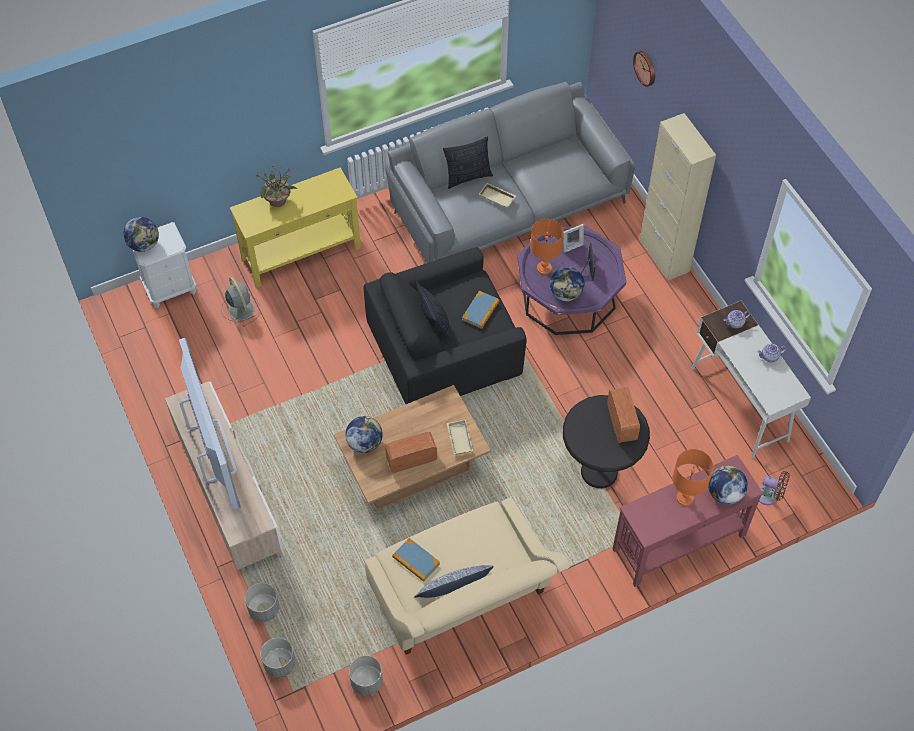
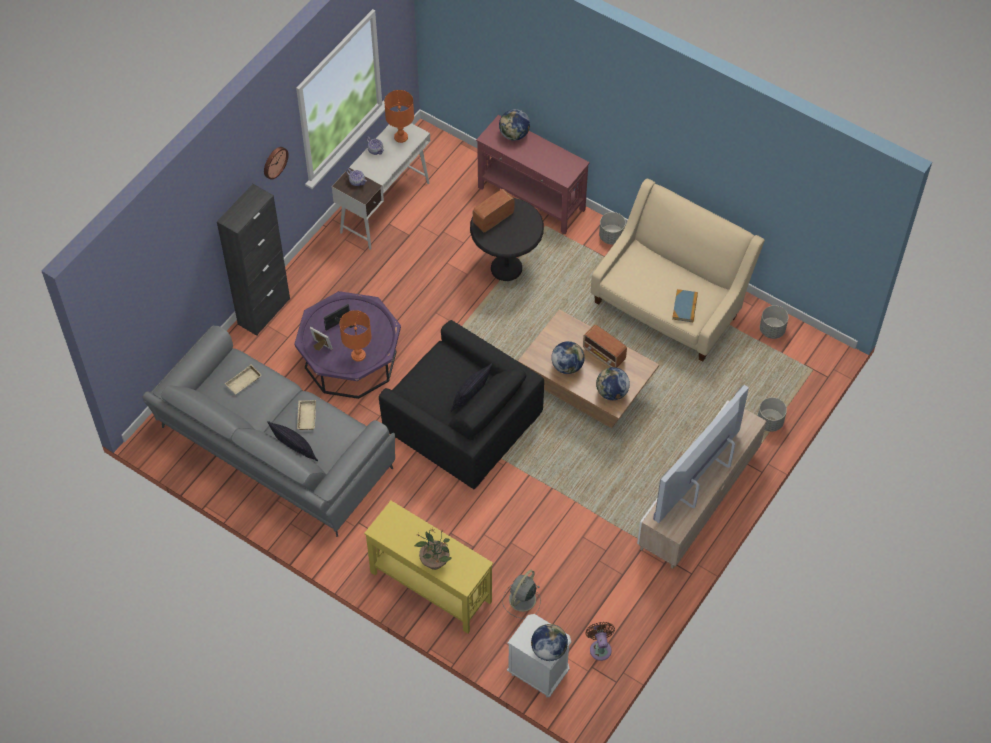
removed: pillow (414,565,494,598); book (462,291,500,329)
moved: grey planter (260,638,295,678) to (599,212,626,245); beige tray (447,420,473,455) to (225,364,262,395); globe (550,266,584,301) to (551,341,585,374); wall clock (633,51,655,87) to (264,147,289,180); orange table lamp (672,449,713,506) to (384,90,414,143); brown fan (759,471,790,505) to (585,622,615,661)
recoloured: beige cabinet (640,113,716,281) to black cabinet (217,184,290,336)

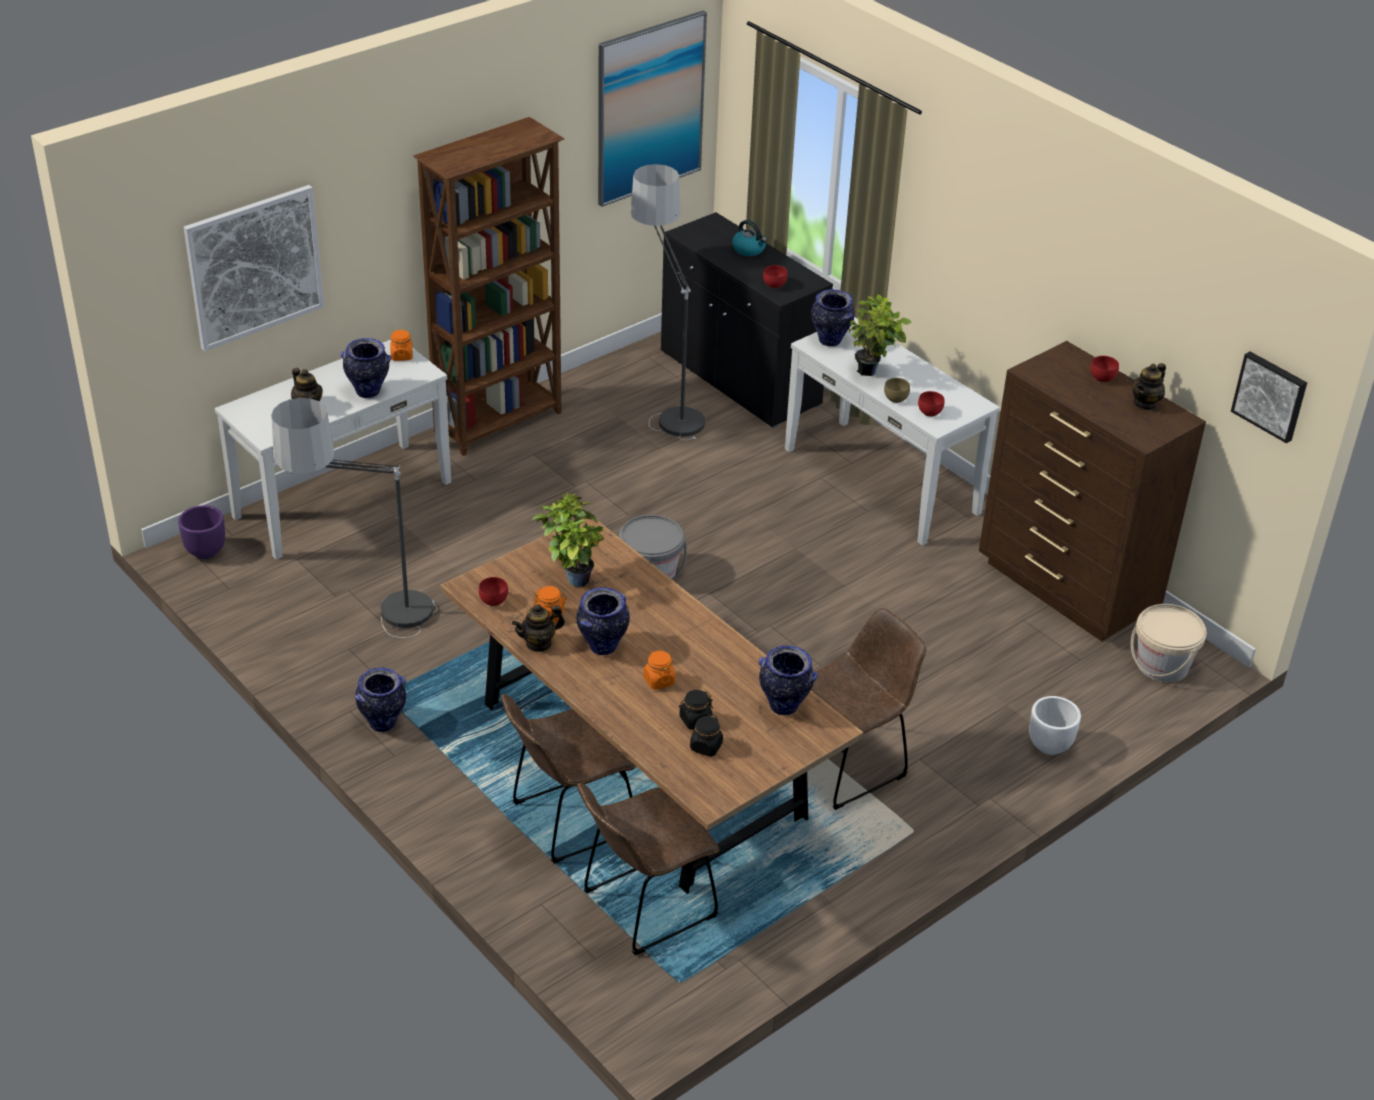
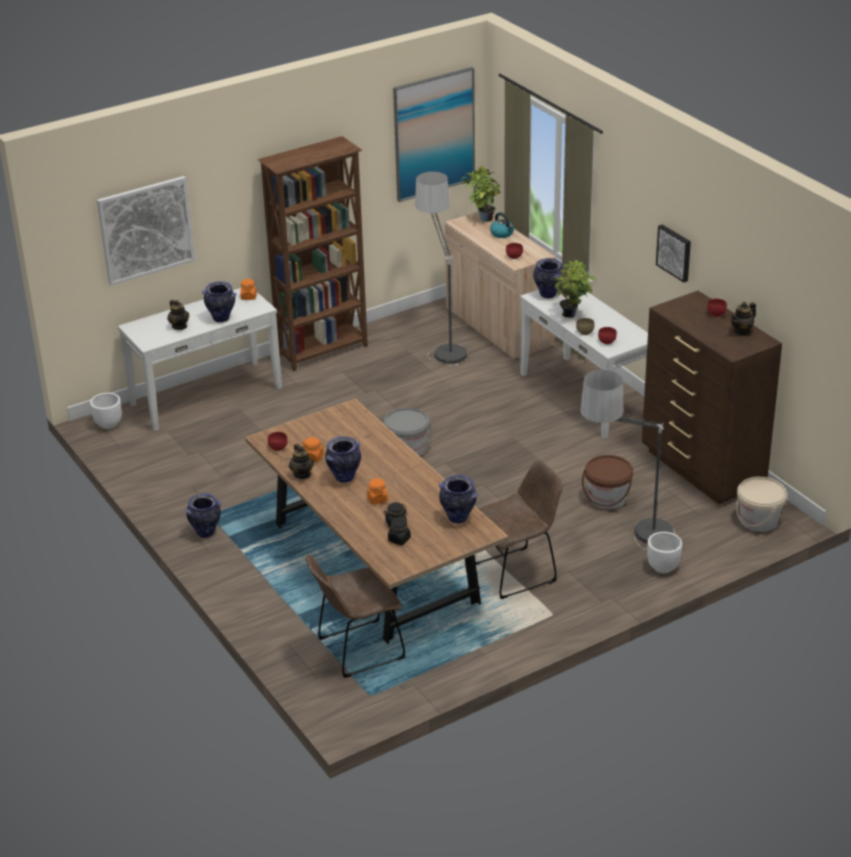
removed: brown chair (501,694,637,863)
added: brown bucket (582,455,633,509)
moved: floor lamp (271,398,437,638) to (580,370,675,550); potted plant (533,493,604,587) to (461,166,501,222); picture (1231,352,1307,443) to (656,224,691,282)
recoloured: purple planter (178,505,225,559) to white planter (90,393,122,429); black cabinet (661,212,833,428) to beige cabinet (445,212,556,360)
turned: teapot (512,604,565,652) = (289,444,314,479) 90 degrees counterclockwise

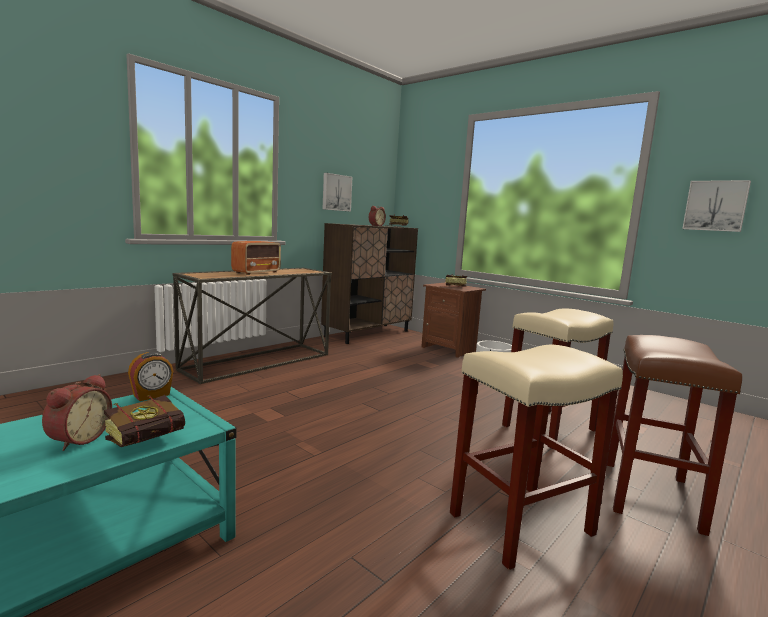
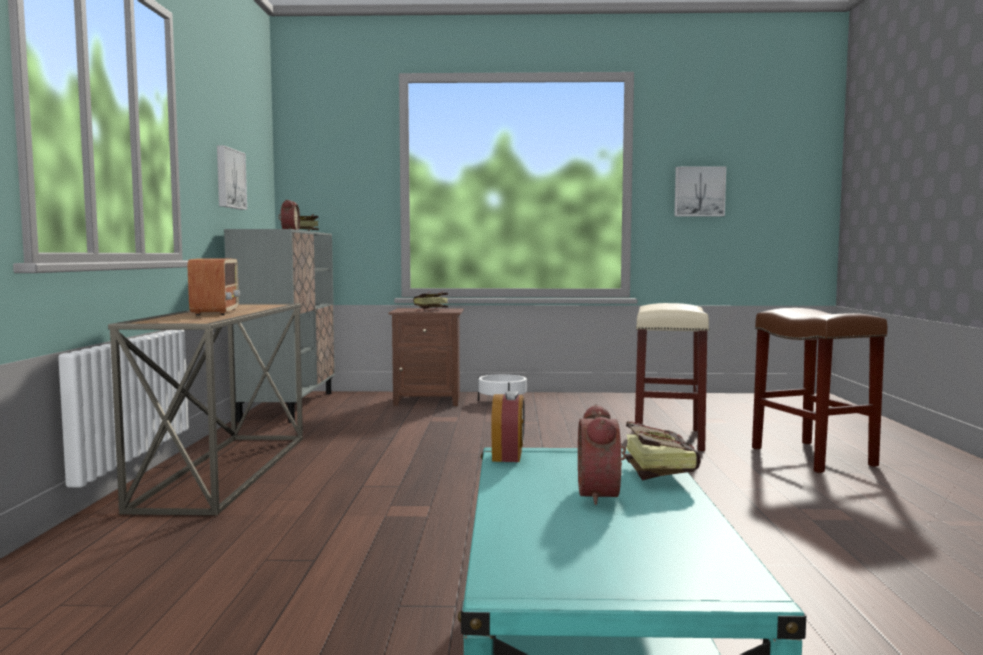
removed: beige stool (450,344,623,570)
recoloured: brown cabinet (321,223,418,344) to grey cabinet (224,229,335,423)
turned: alarm clock (42,374,112,451) = (578,404,626,505) 150 degrees counterclockwise

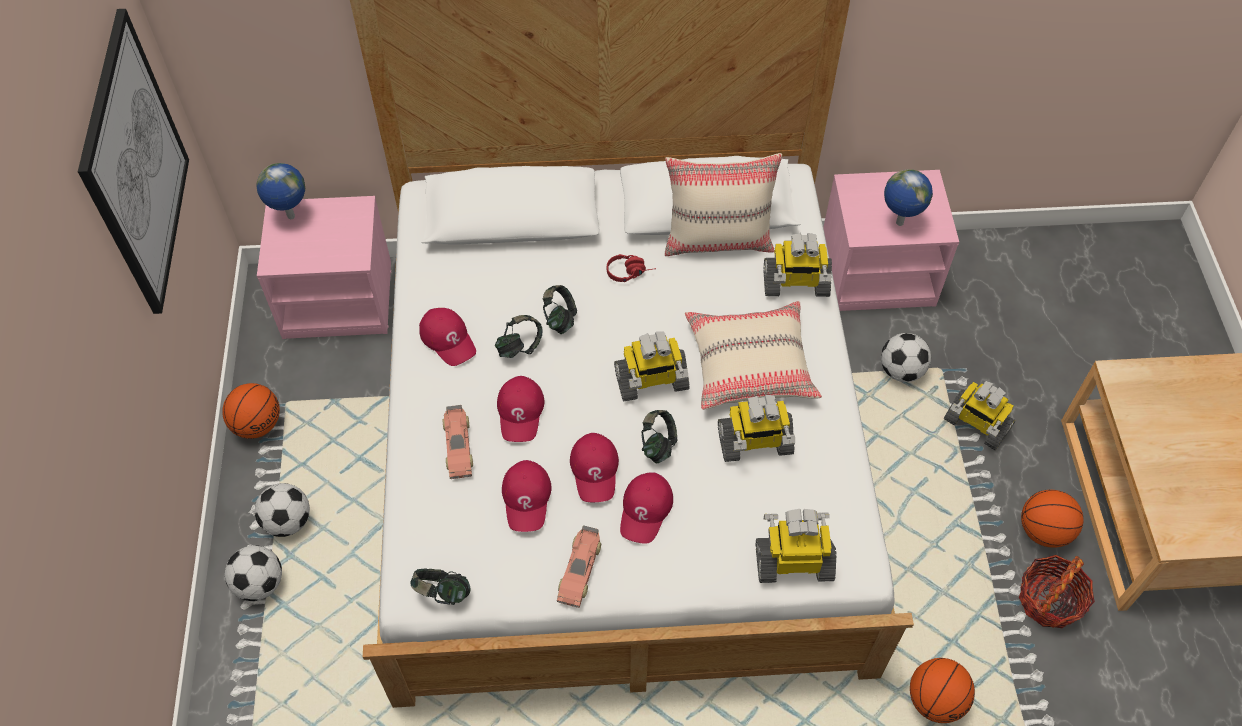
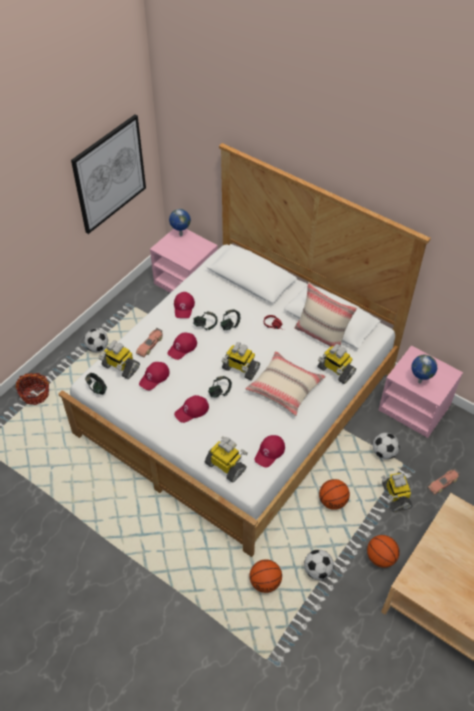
moved: basketball (222,383,280,439) to (319,479,350,510); football (225,545,282,601) to (304,549,334,580); toy car (557,525,601,608) to (428,469,460,495); red cap (570,433,619,502) to (254,435,285,467); toy robot (718,395,795,462) to (98,340,140,379); basket (1019,555,1095,628) to (16,373,49,405)

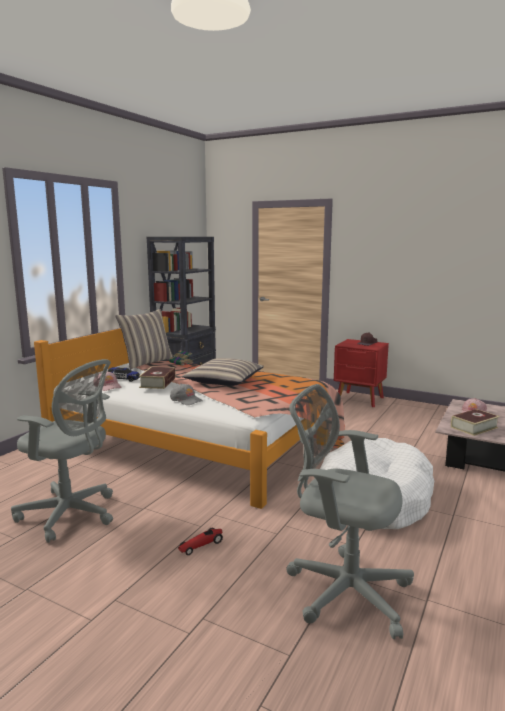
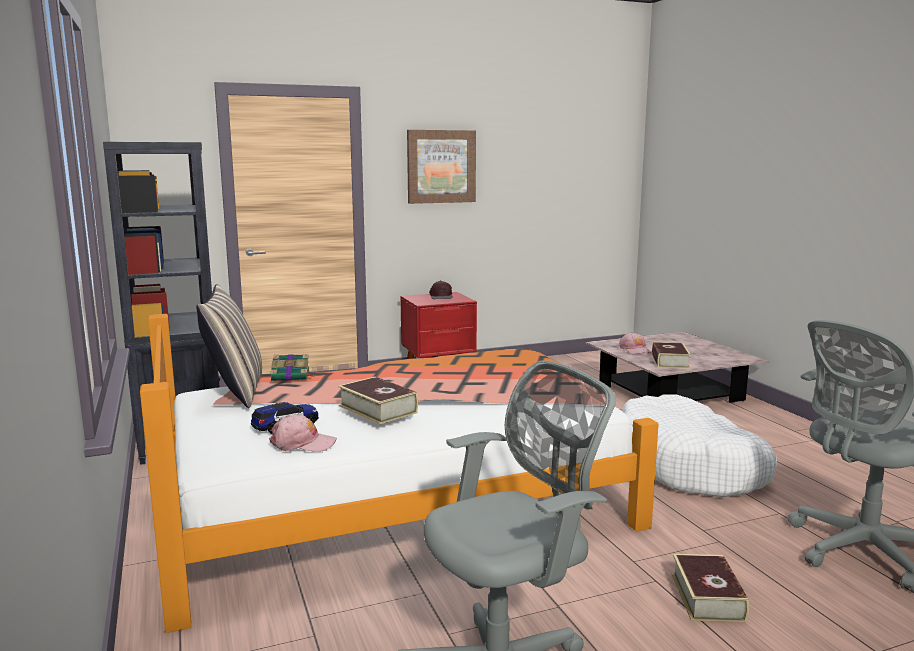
removed: grey cap (170,383,203,405); pillow (182,358,264,386)
added: picture (407,130,476,204)
replaced: toy car (178,528,223,555) to book (671,554,749,622)

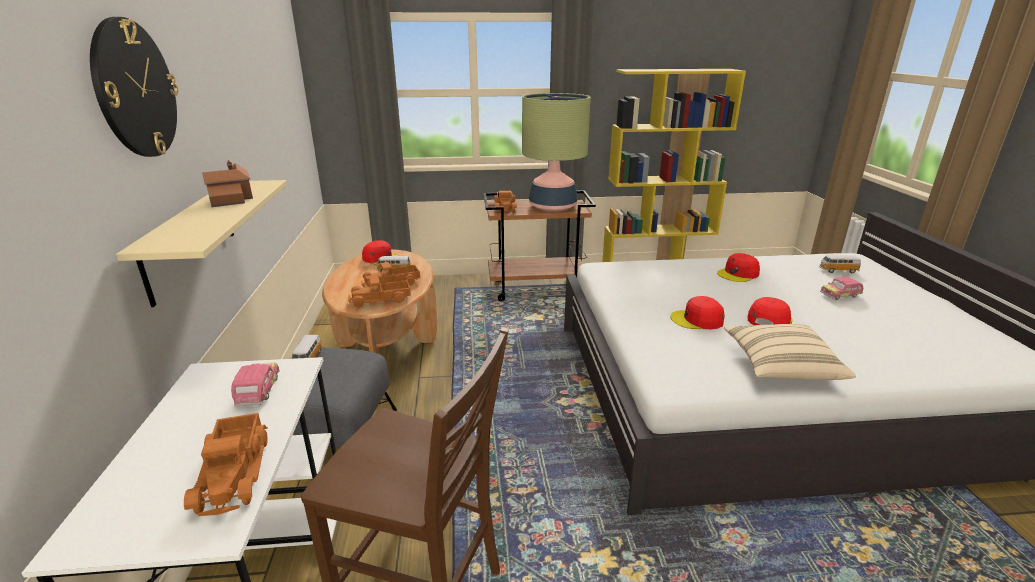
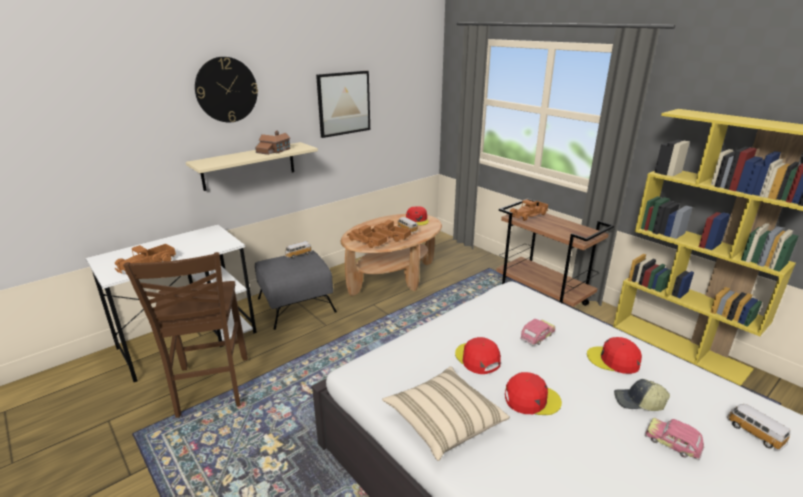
removed: table lamp (522,93,591,212)
added: picture (316,71,370,138); cap (614,379,670,411)
moved: toy car (231,362,280,406) to (520,319,555,346)

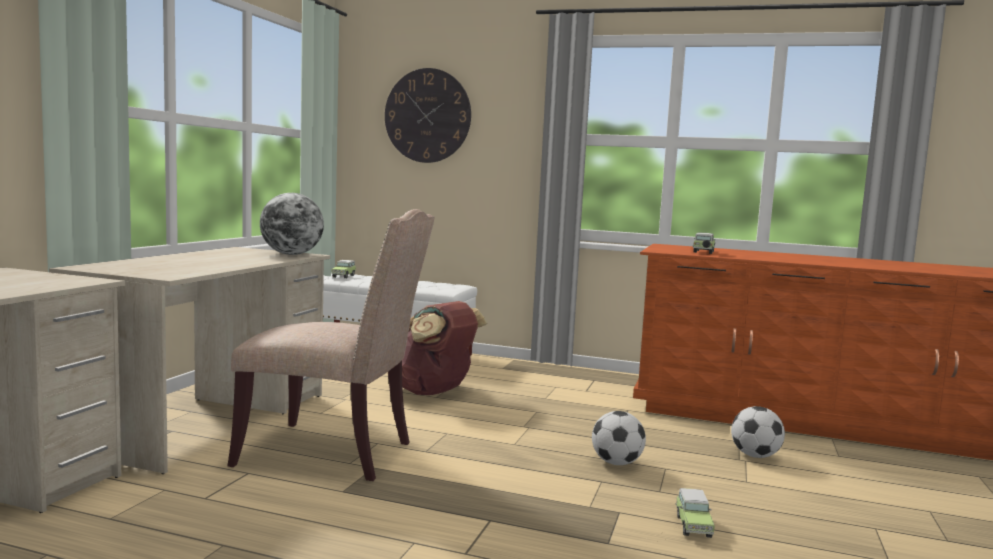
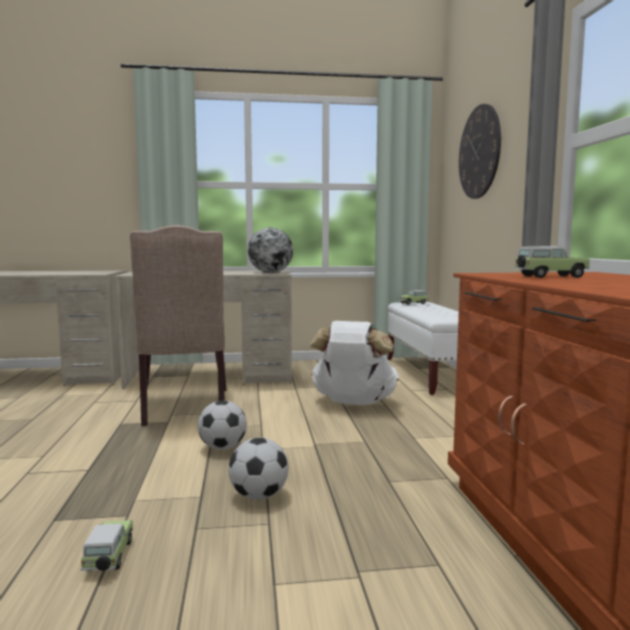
moved: football (731,406,785,458) to (198,401,247,450)
recoloured: brown backpack (388,301,487,395) to white backpack (310,321,399,405)
turned: toy car (675,488,715,538) = (80,520,133,571) 105 degrees clockwise

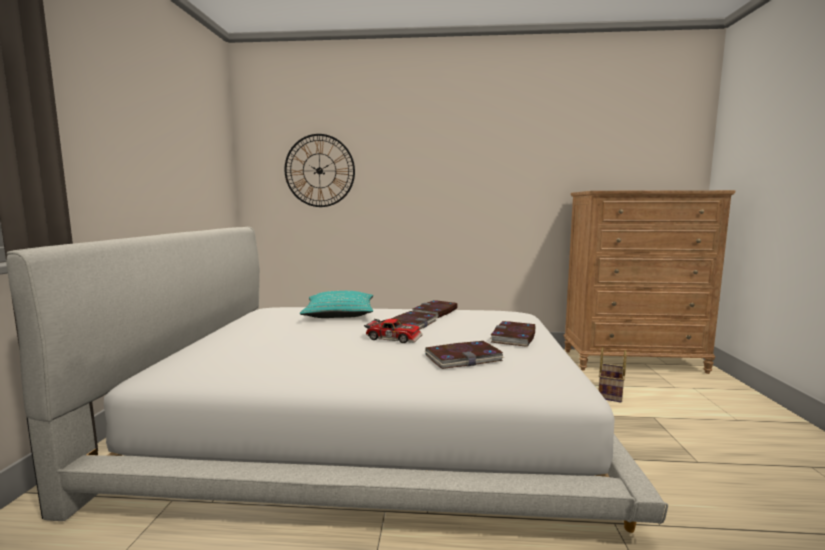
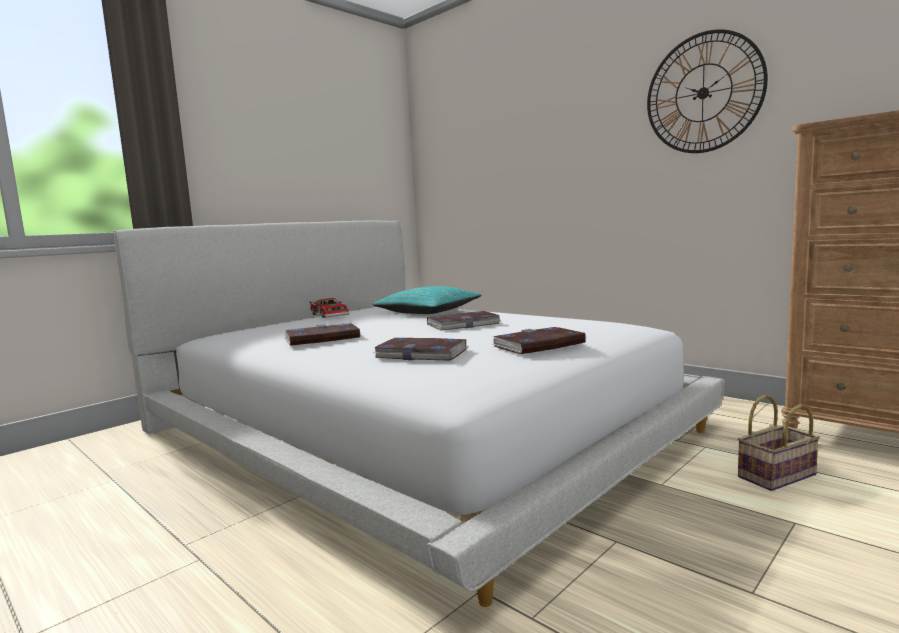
moved: wall clock (285,134,355,207) to (647,29,768,153); toy car (364,319,423,343) to (309,298,350,318); book (412,300,458,318) to (284,323,361,346)

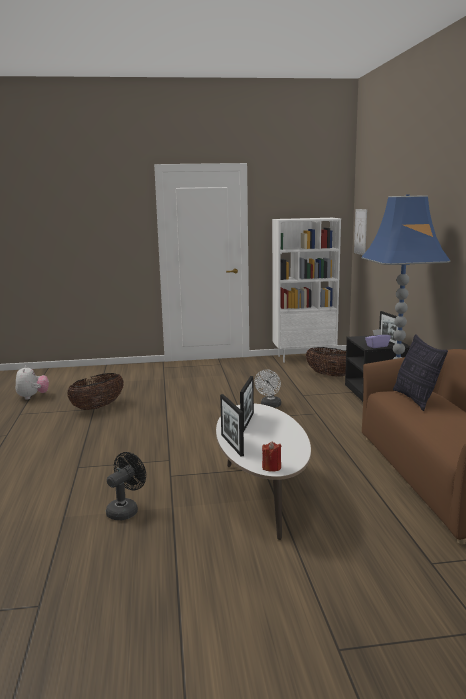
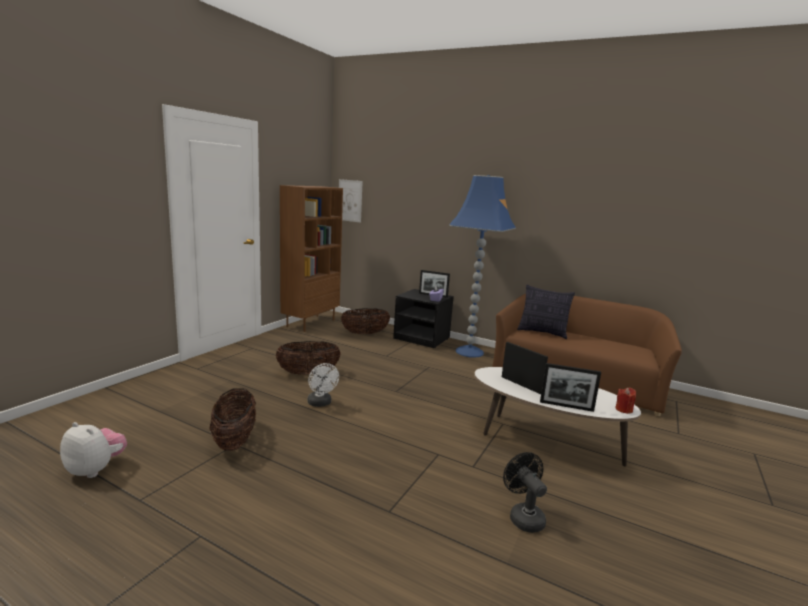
added: basket (276,341,341,375)
moved: white fan (255,370,281,408) to (308,363,339,407)
recoloured: white bookcase (272,218,341,363) to brown bookcase (280,185,343,332)

